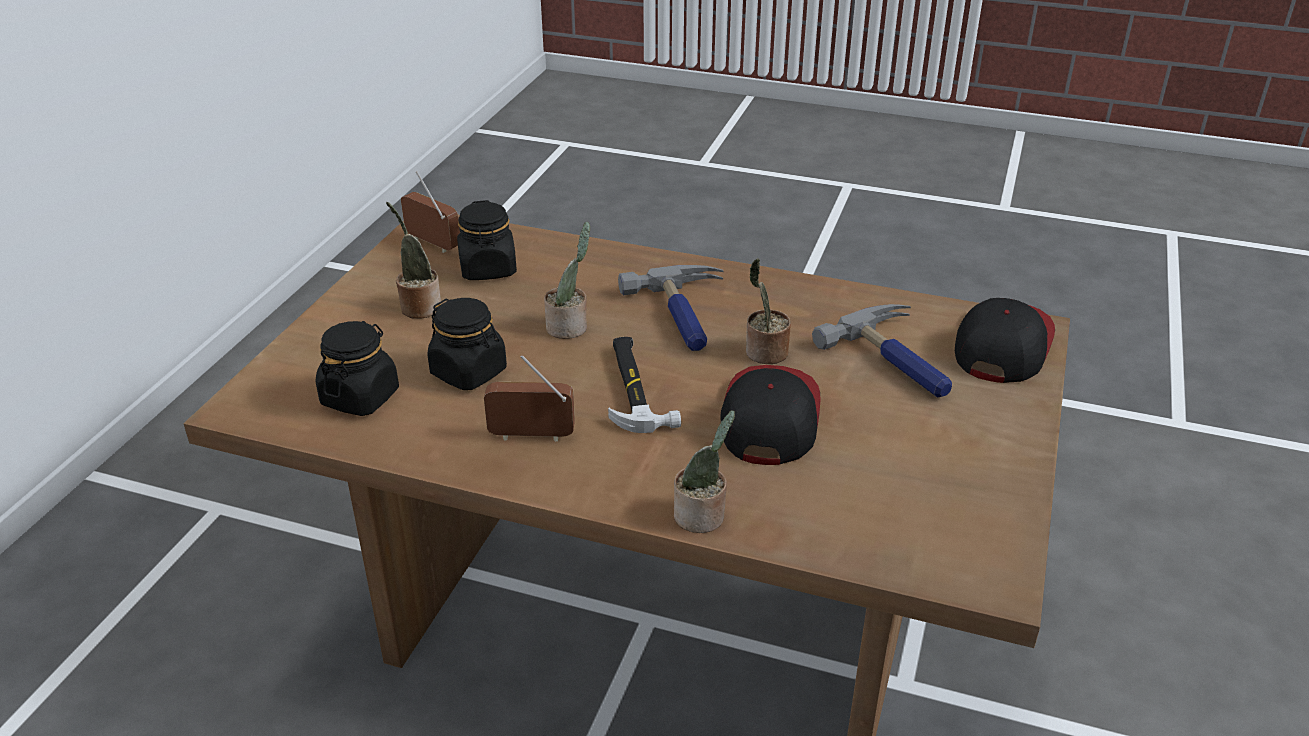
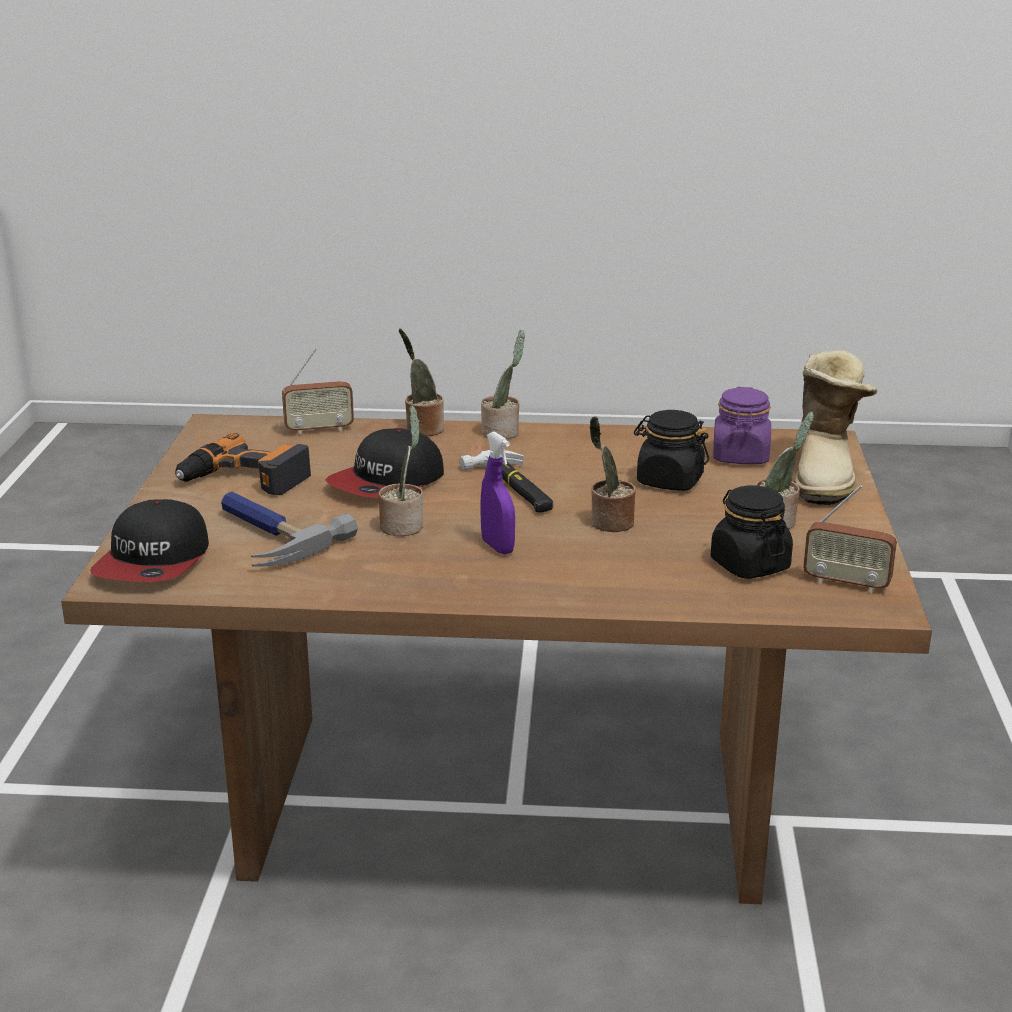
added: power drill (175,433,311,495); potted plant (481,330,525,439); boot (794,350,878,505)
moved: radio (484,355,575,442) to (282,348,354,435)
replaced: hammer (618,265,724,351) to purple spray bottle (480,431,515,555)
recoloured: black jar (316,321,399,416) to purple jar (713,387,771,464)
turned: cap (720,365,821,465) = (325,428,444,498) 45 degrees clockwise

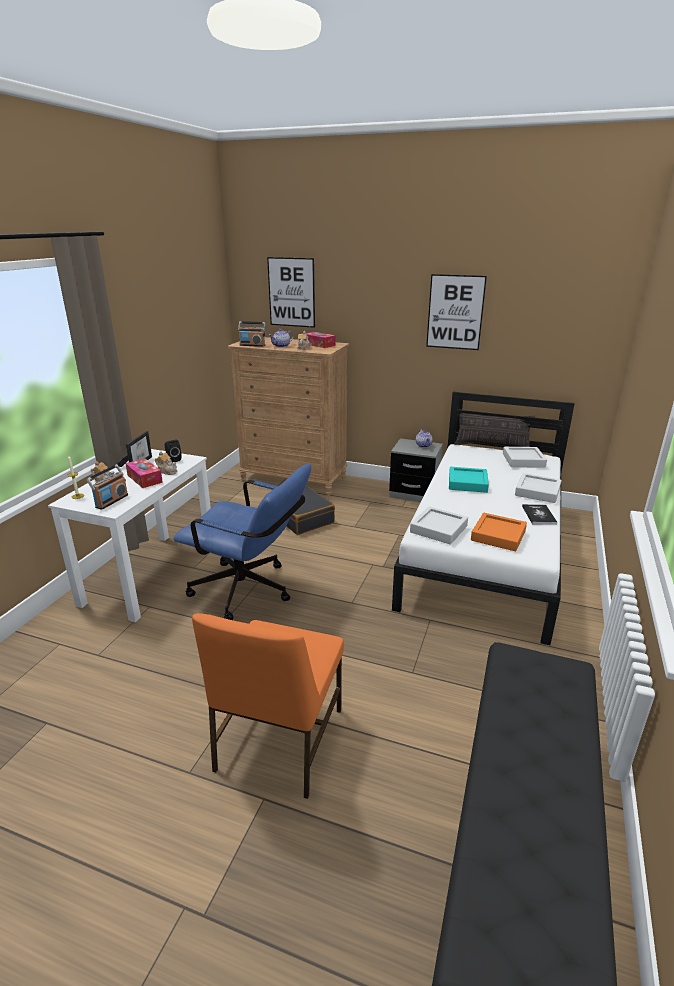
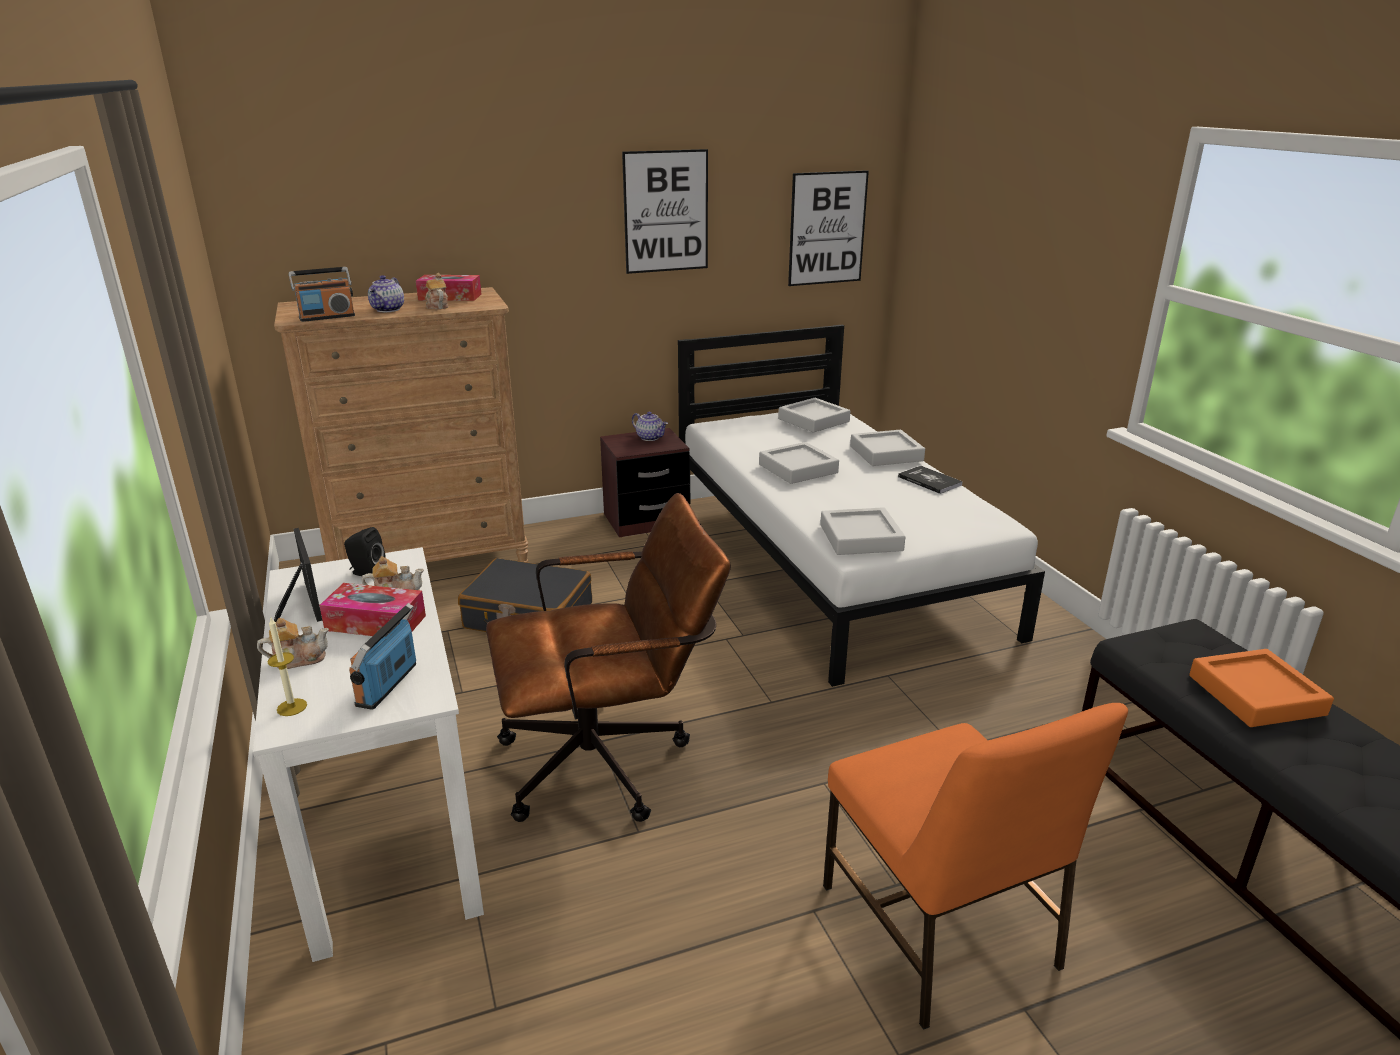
removed: pillow (454,409,535,447)
moved: picture (267,257,315,328) to (788,170,869,286); orange tray (471,513,527,551) to (1189,649,1334,727)
recoloured: blue office chair (173,464,311,620) to brown office chair (486,493,731,822); grey nightstand (389,438,443,502) to brown nightstand (600,428,690,537); turquoise tray (449,467,489,493) to grey tray (759,442,839,484)
turned: radio (86,464,128,510) = (349,603,416,710) 150 degrees counterclockwise

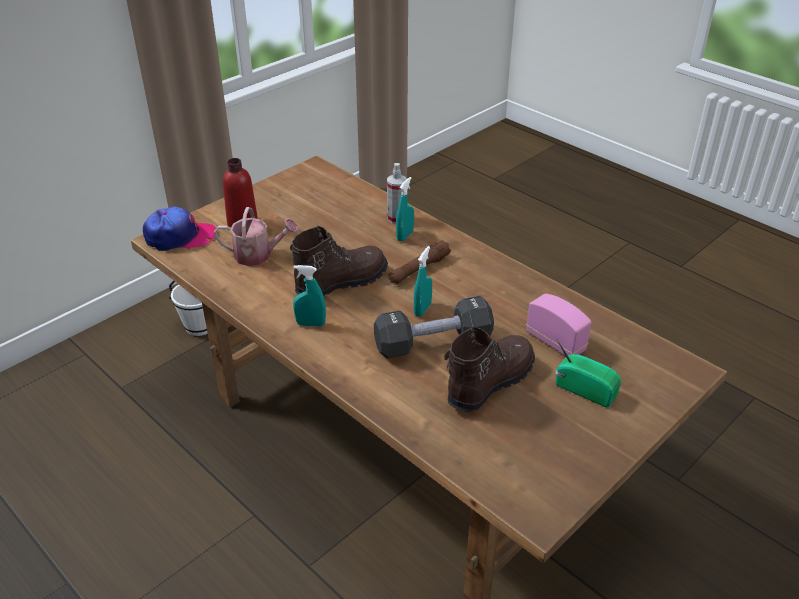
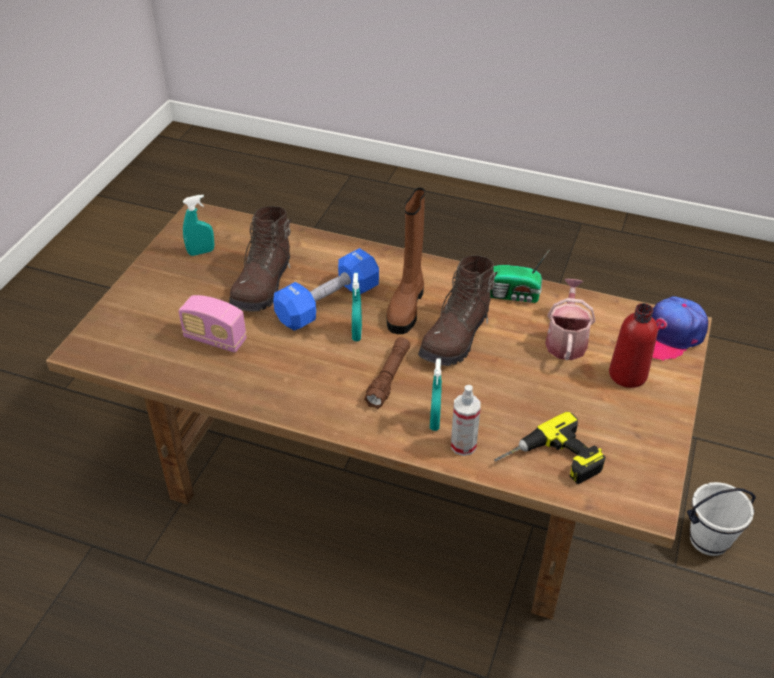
added: brown boot (387,188,425,334); power drill (494,412,606,484)
moved: turquoise spray bottle (293,265,326,327) to (183,195,215,256); radio (555,340,621,408) to (490,249,550,303)
recoloured: black dumbbell (374,296,494,358) to blue dumbbell (273,248,379,331)
turned: watering can (214,207,299,266) = (545,279,595,360) 120 degrees clockwise

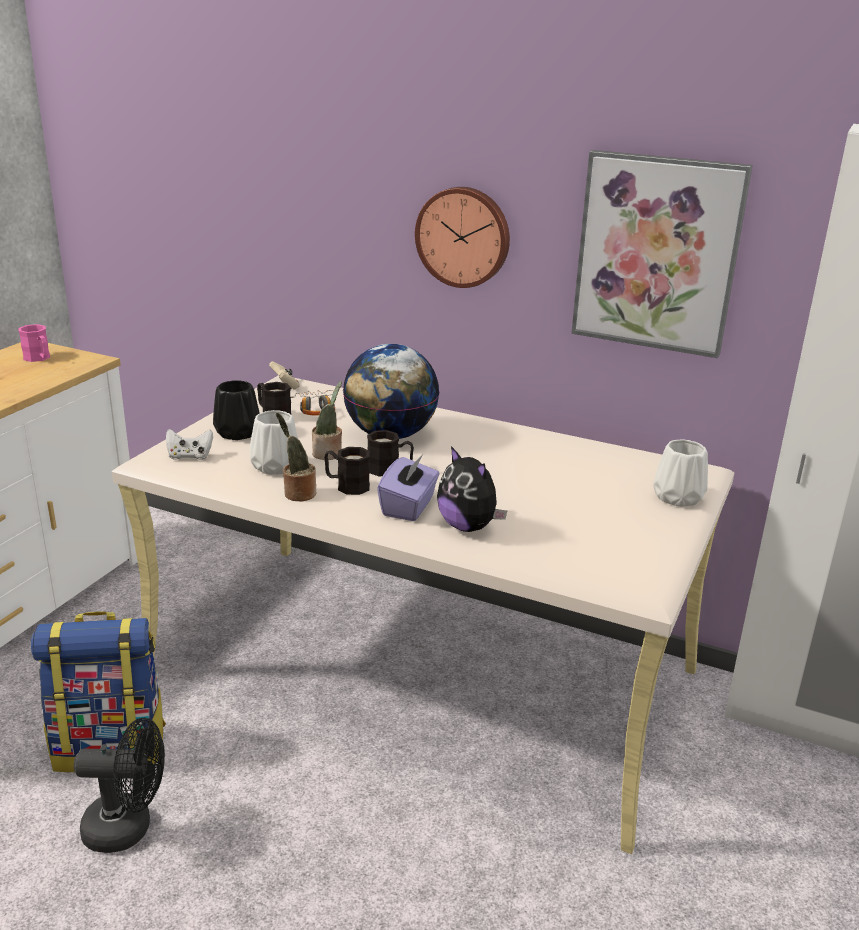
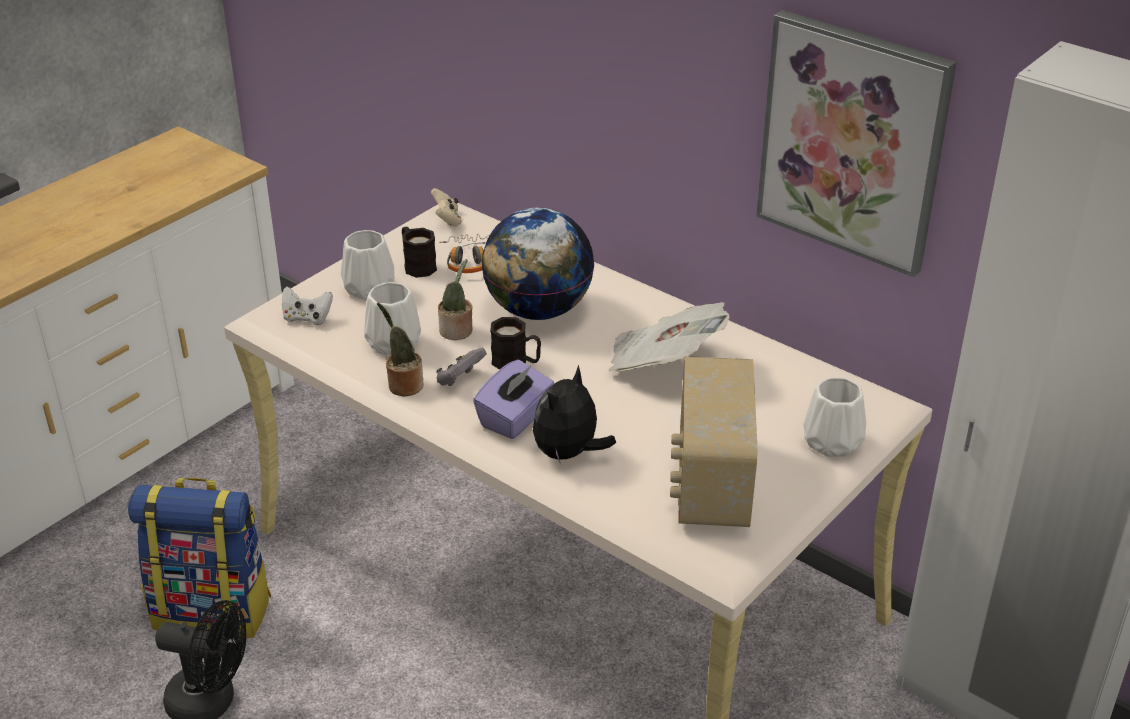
removed: pink mug (18,324,50,362); wall clock (415,187,510,288)
added: newspaper (608,302,730,371); radio (670,356,757,527)
replaced: black mug (324,447,370,495) to grey game controller (436,348,487,386)
recoloured: black vase (213,380,260,440) to white vase (341,230,394,300)
turned: plush toy (437,446,507,532) = (533,365,616,465) 60 degrees clockwise

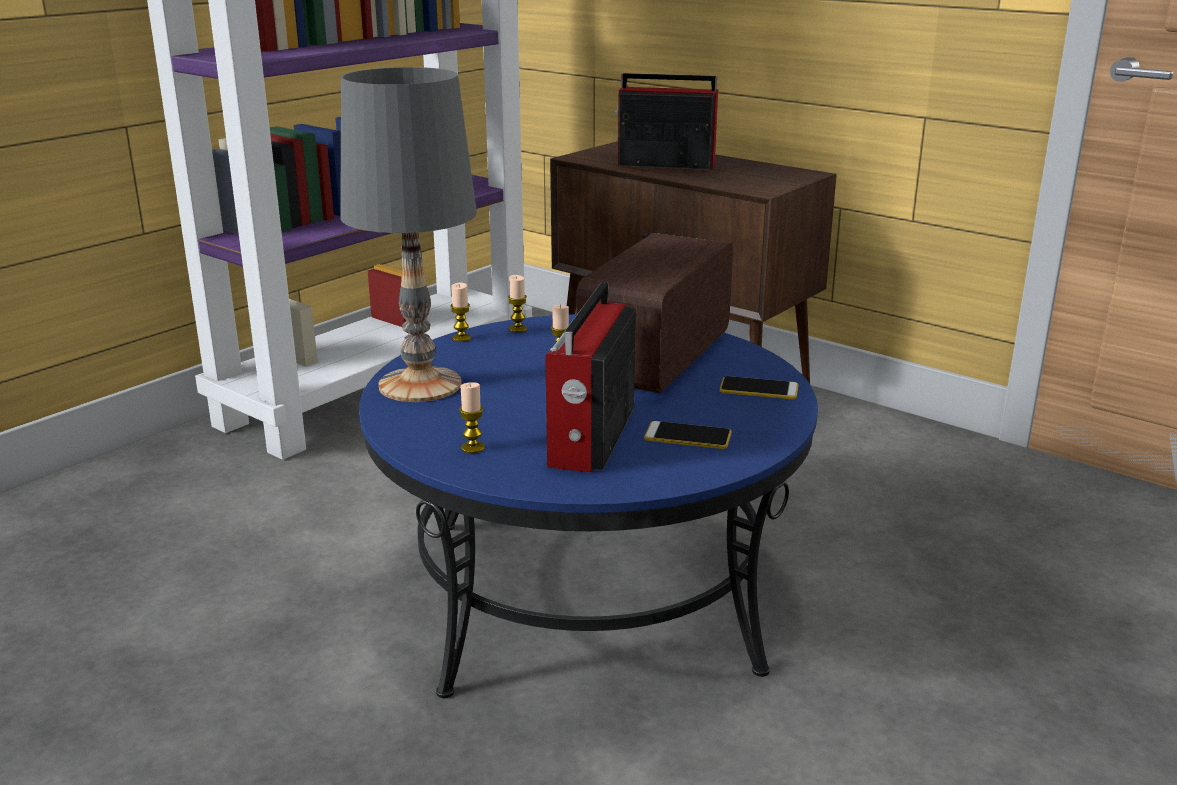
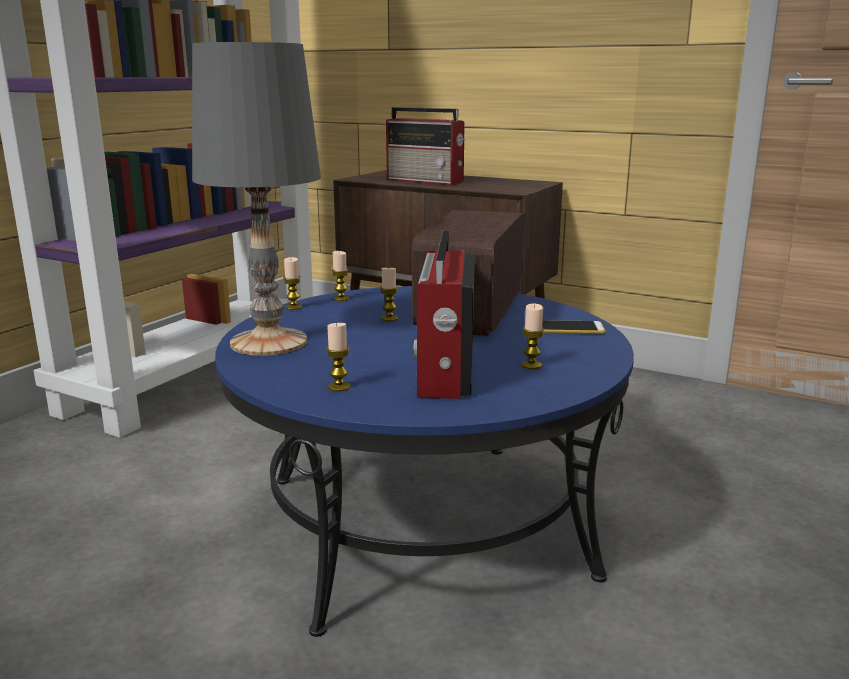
replaced: phone (644,421,732,449) to candle (521,303,544,369)
turned: radio (614,73,718,170) = (386,107,465,185) 150 degrees counterclockwise

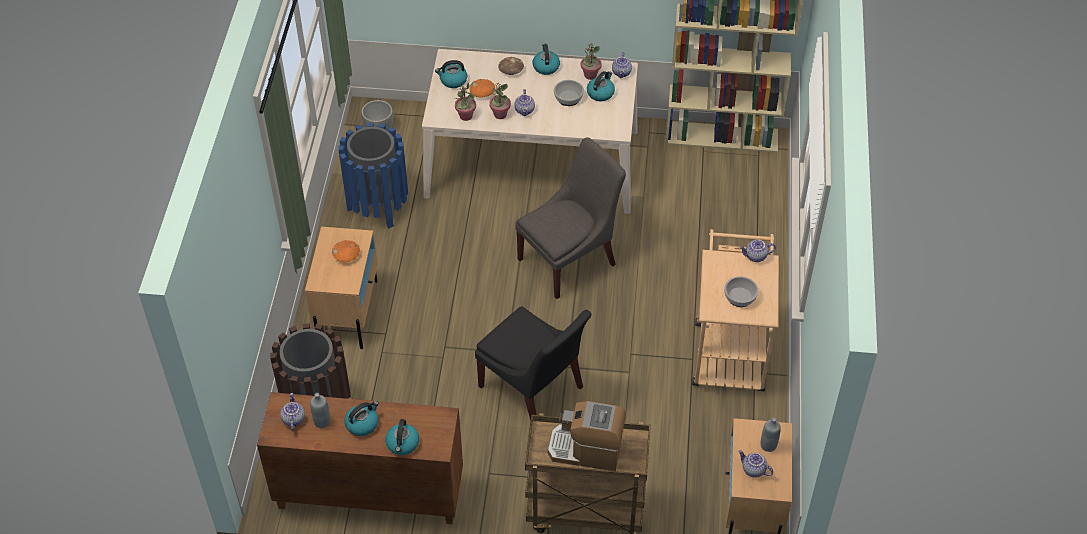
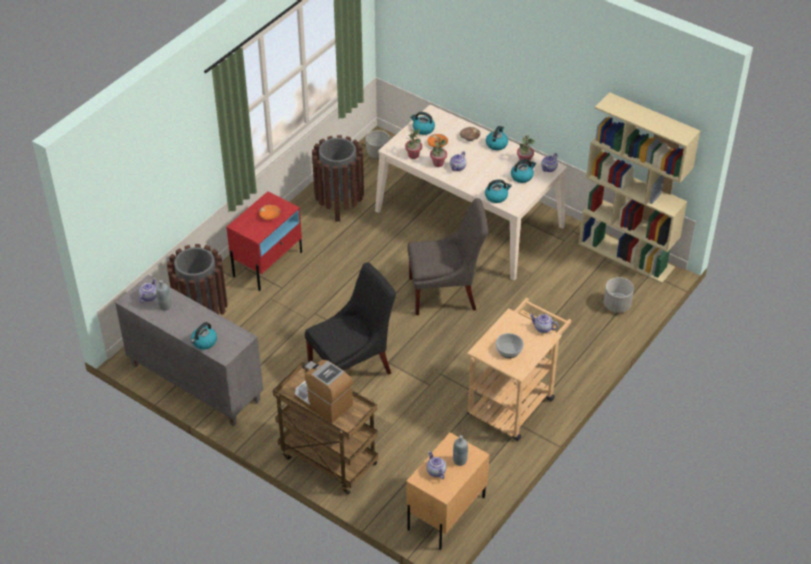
removed: bowl (554,80,584,106)
added: grey planter (604,277,634,313)
moved: kettle (345,401,379,436) to (485,179,512,203)
recoloured: brown cabinet (257,392,463,524) to grey cabinet (115,275,263,427); beige nightstand (305,227,378,349) to red nightstand (226,192,302,291); blue trash can (338,123,408,229) to brown trash can (312,135,364,222)
turned: black chair (475,306,591,420) = (305,262,396,375) 105 degrees counterclockwise

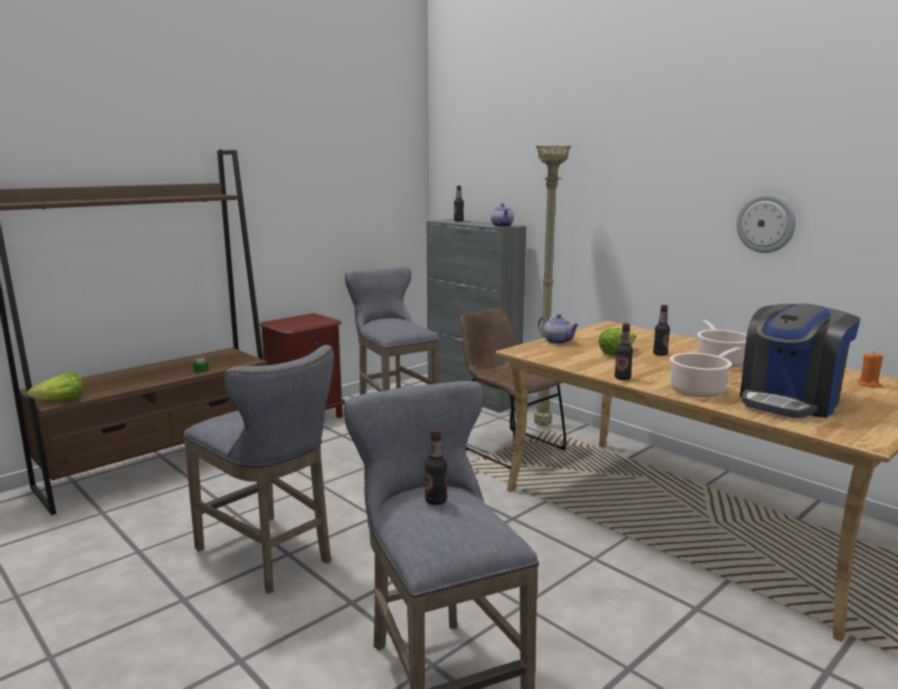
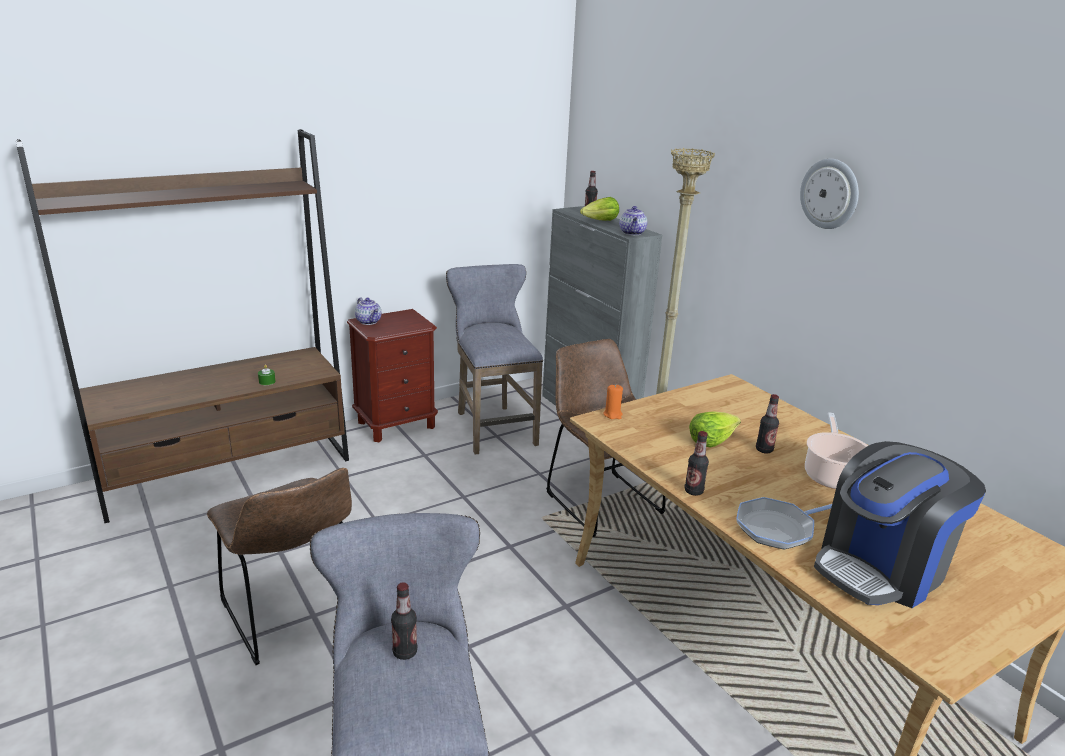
moved: lettuce (27,372,83,400) to (580,197,619,221); teapot (538,314,579,344) to (355,297,381,325); wall clock (737,194,796,253) to (800,159,859,229); orange candle (857,351,883,388) to (603,385,623,419)
replaced: grey stool (183,345,334,594) to brown chair (207,468,352,665); cooking pot (670,347,742,397) to frying pan (736,497,832,550)

